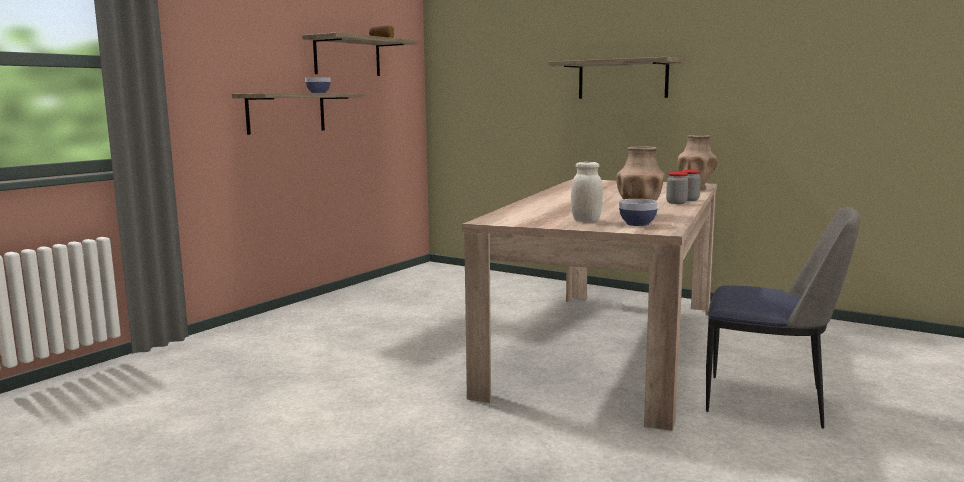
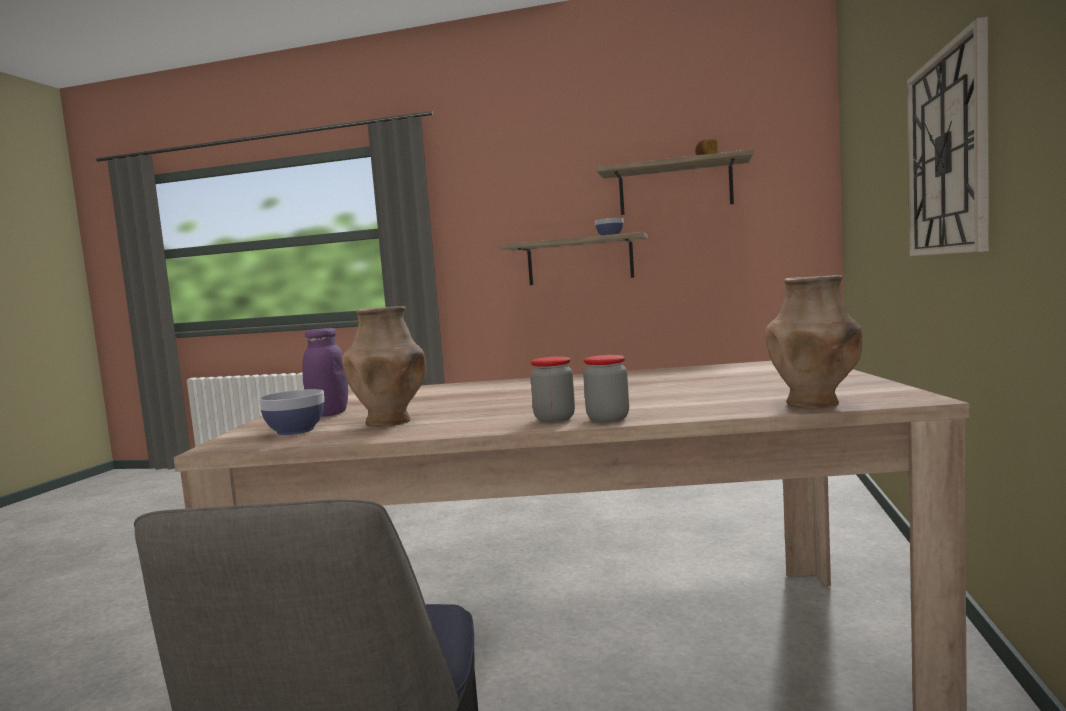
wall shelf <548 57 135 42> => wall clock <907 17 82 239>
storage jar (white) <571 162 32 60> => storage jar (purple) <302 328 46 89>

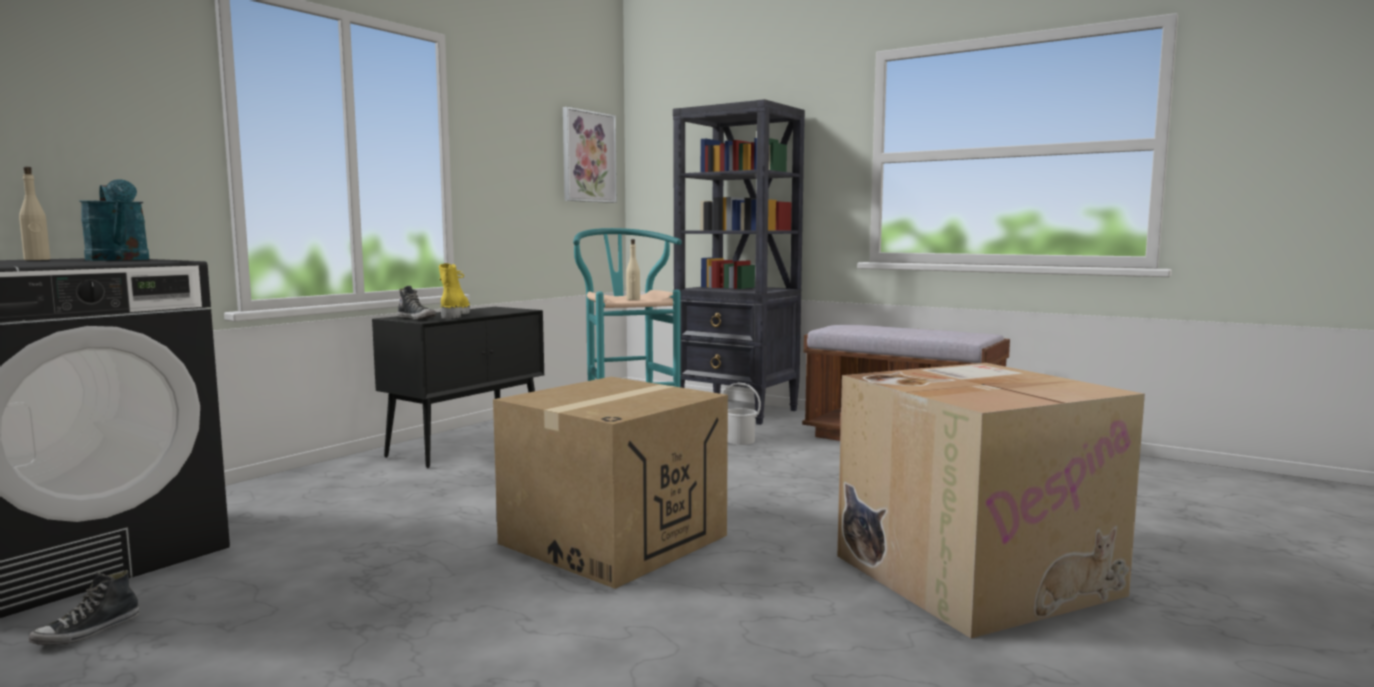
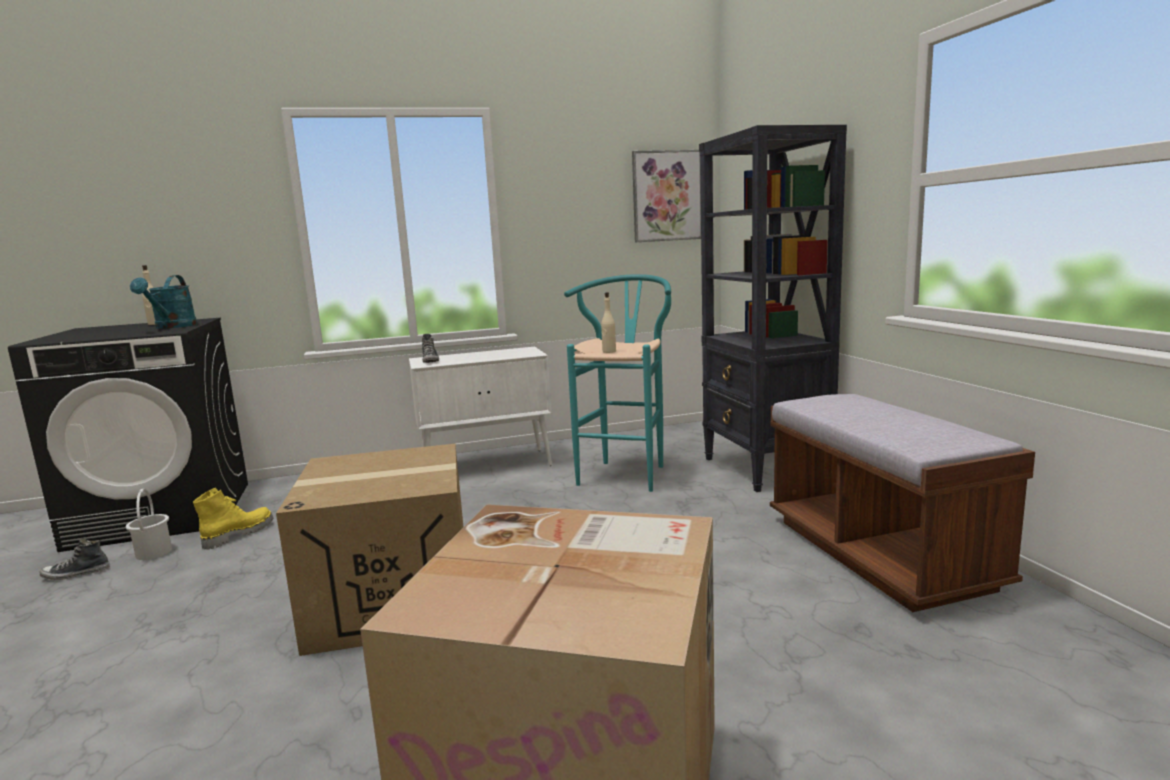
cabinet (black-coloured) <372 307 172 161> => cabinet (white) <409 347 143 119>
boot (yellowish) <439 263 31 56> => boot (yellowish) <193 488 80 61>, relocated
bucket (white) <723 382 38 63> => bucket (white) <126 489 46 71>, relocated

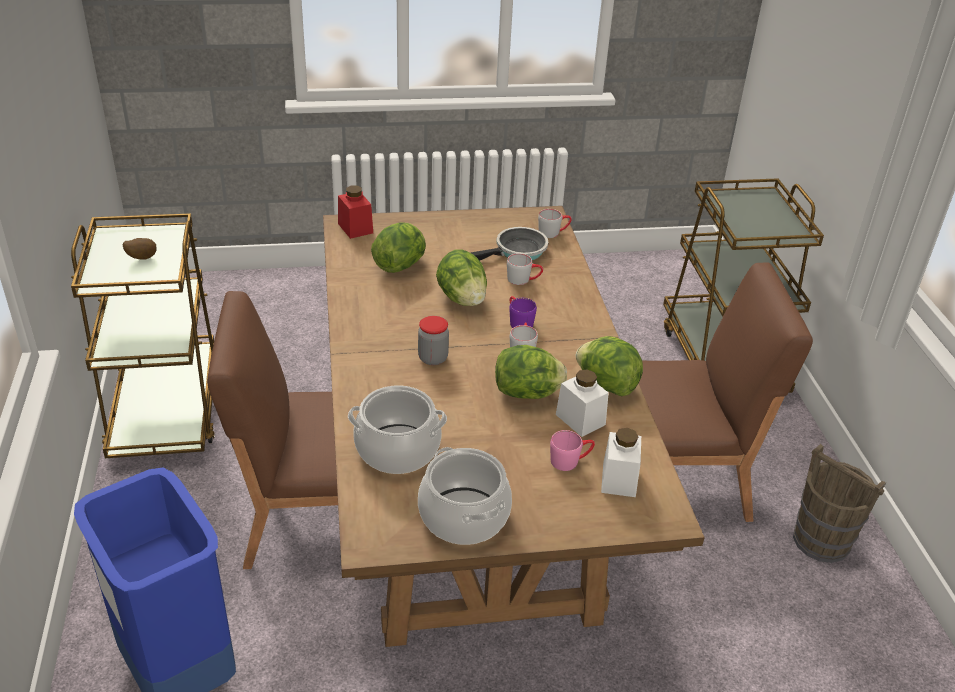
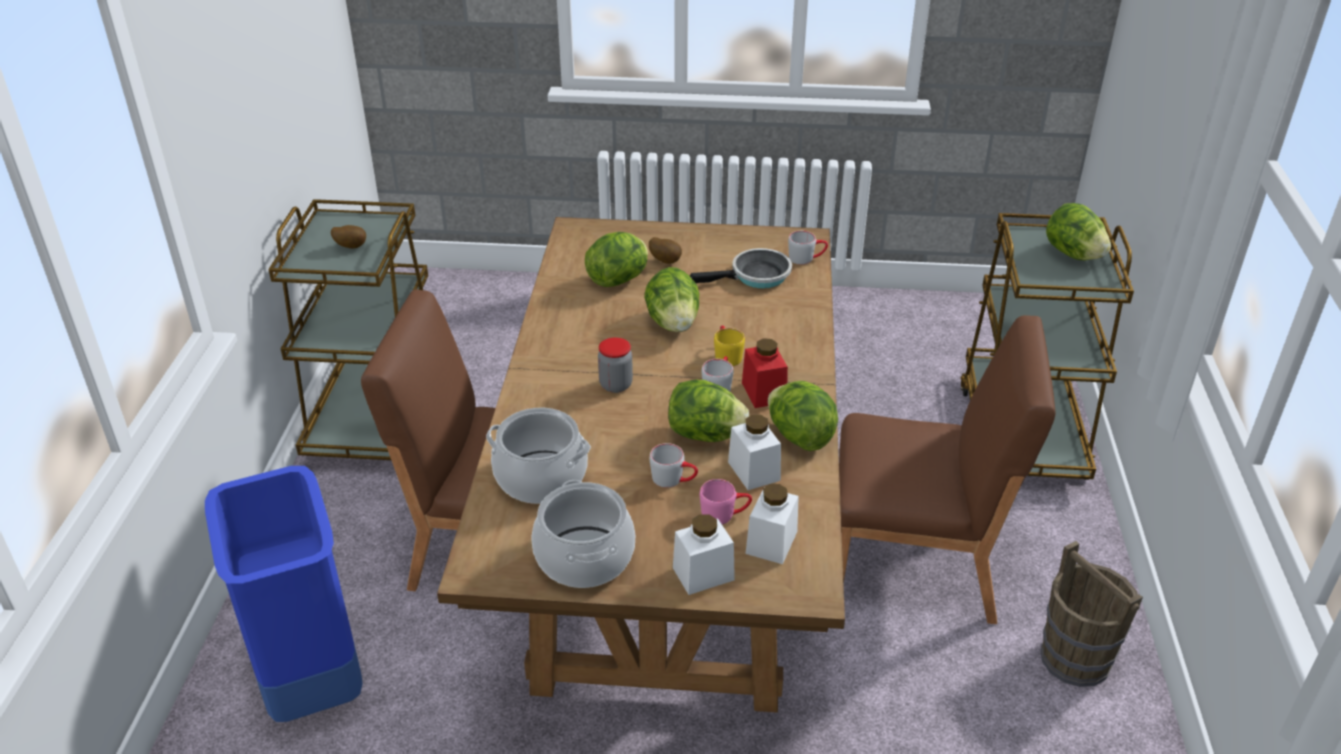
storage jar (red) <338 185 35 54> => storage jar (red) <742 338 46 70>, relocated
tea mug (greyish) <507 253 36 32> => tea mug (greyish) <649 443 49 45>, relocated
tea mug (purple) <509 296 28 32> => tea mug (yellowish) <714 325 31 41>
nothing => potato <649 237 33 27>
nothing => storage jar (white) <673 514 62 81>
nothing => lettuce head <1046 203 65 57>

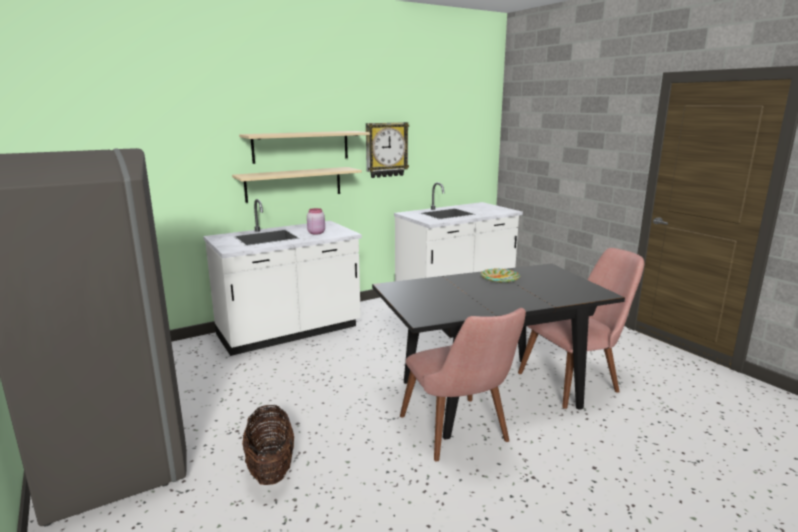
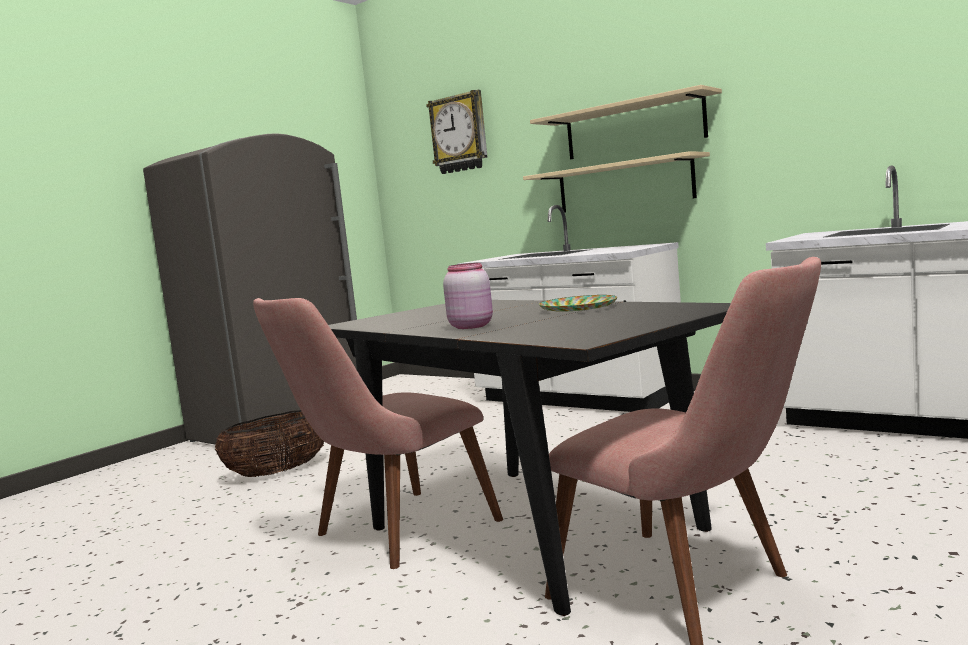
storage jar (pink-coloured) <307 208 18 27> => storage jar (pink-coloured) <443 263 50 66>, relocated
wall clock <366 122 43 56> => wall clock <426 90 62 84>, relocated

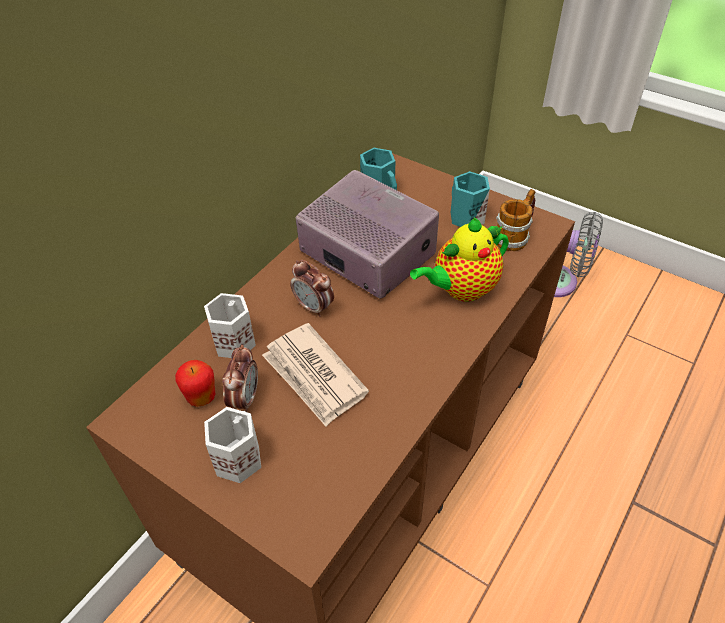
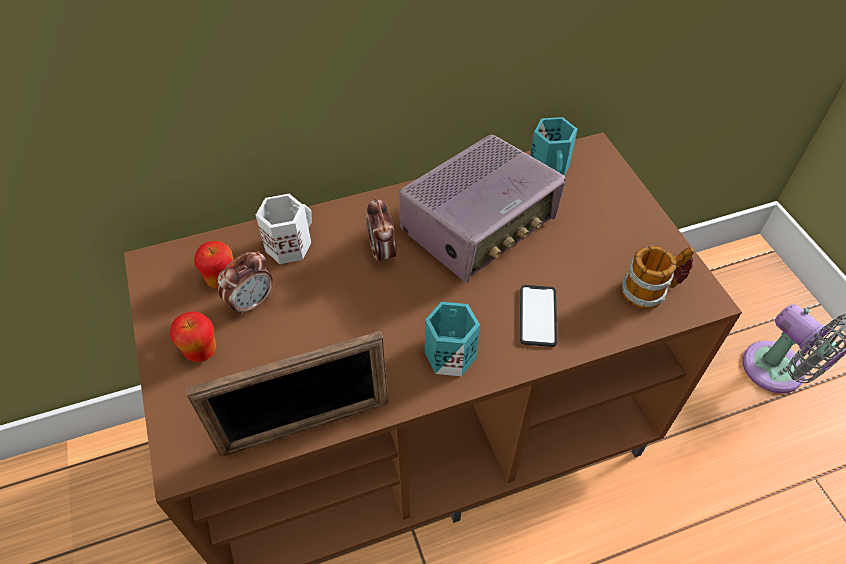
tea mug (white) <204 407 57 76> => apple fruit <169 311 48 51>
newspaper <262 323 107 103> => nothing
radio receiver <296 170 143 129> => radio receiver <399 134 167 149>, 60 degrees clockwise
tea pot <410 217 99 85> => telephone <520 285 37 62>
tea mug (turquoise-coloured) <451 171 39 56> => tea mug (turquoise-coloured) <425 302 55 74>, relocated
nothing => photo frame <185 331 203 126>

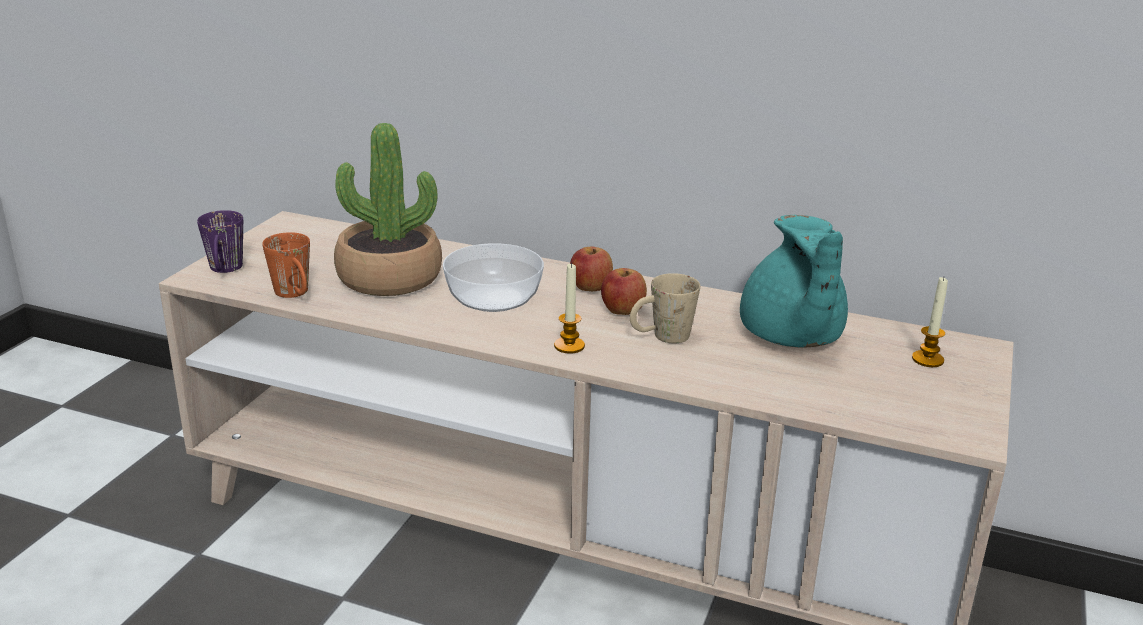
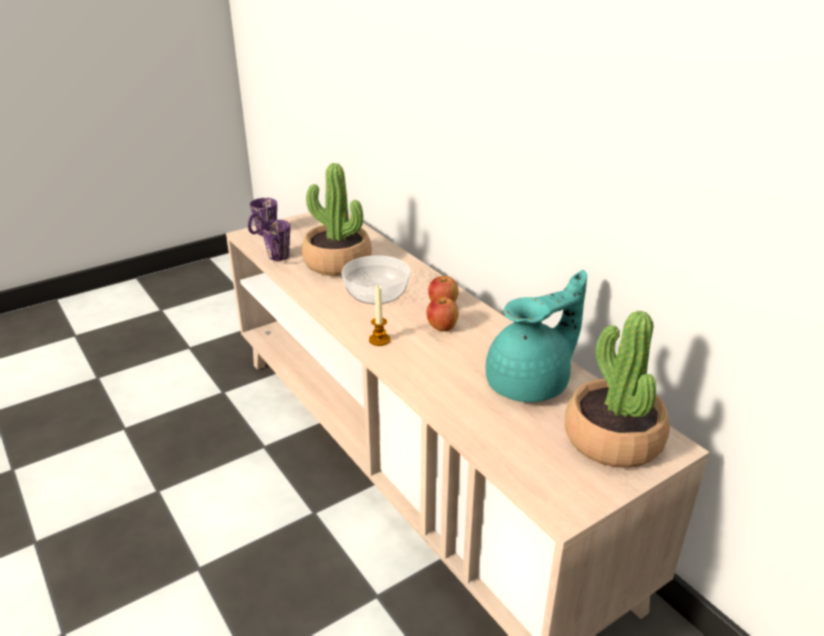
tea mug (orange-coloured) <262 232 48 66> => tea mug (purple) <261 220 29 41>
tea mug (beige) <630 273 70 70> => nothing
tea pot (turquoise-coloured) <740 215 108 132> => tea pot (turquoise-coloured) <486 270 101 132>, 150 degrees counterclockwise
wax candle <912 277 36 90> => potted plant <565 311 105 157>

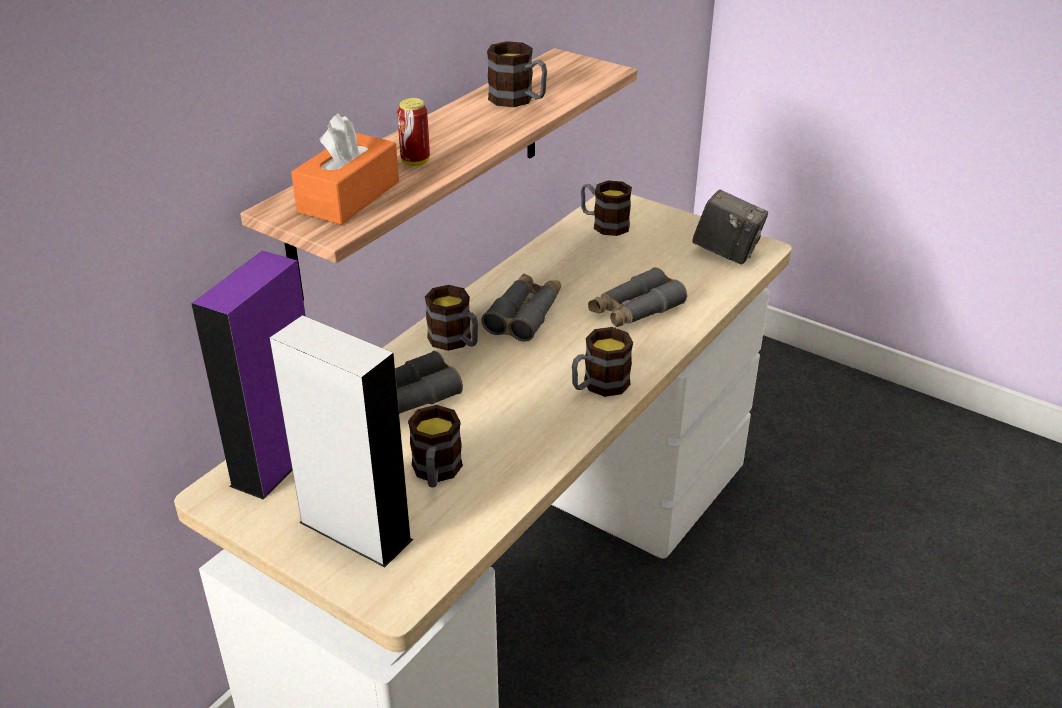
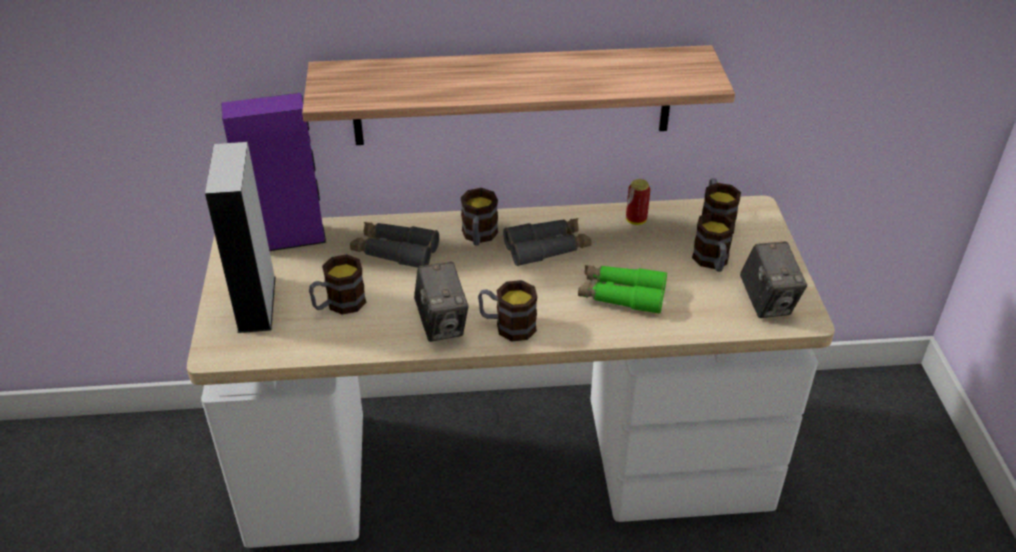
box of tissues (orange-coloured) <291 113 108 112> => nothing
sealed can <397 98 33 68> => sealed can <626 179 24 46>, relocated
tea mug <487 41 60 66> => tea mug <692 212 43 60>, relocated
field glasses (greyish) <588 267 99 61> => field glasses (green) <578 265 89 49>
nothing => still camera <414 262 55 80>

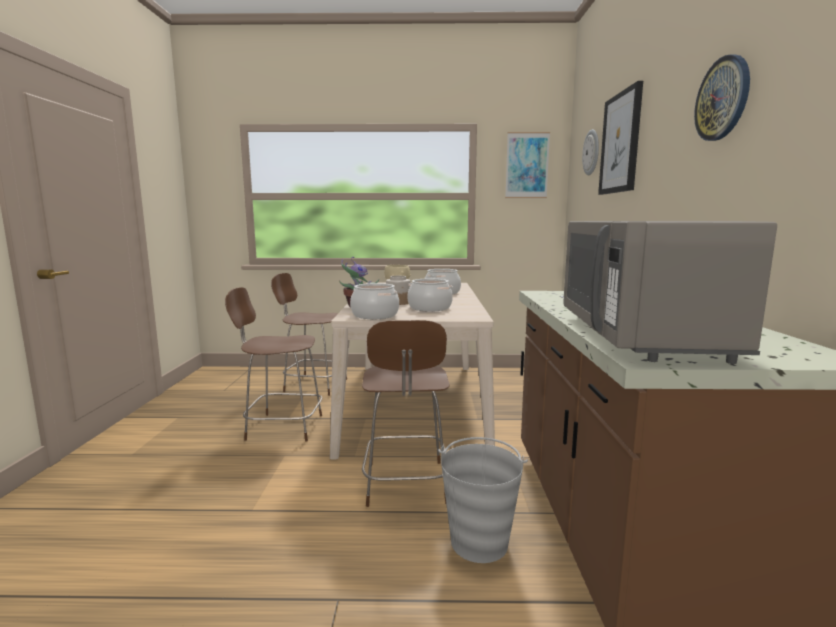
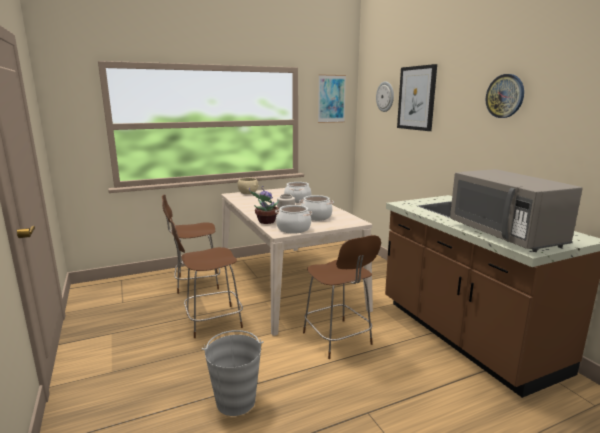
bucket (greyish) <438 437 90 126> => bucket (greyish) <202 330 62 86>, relocated

